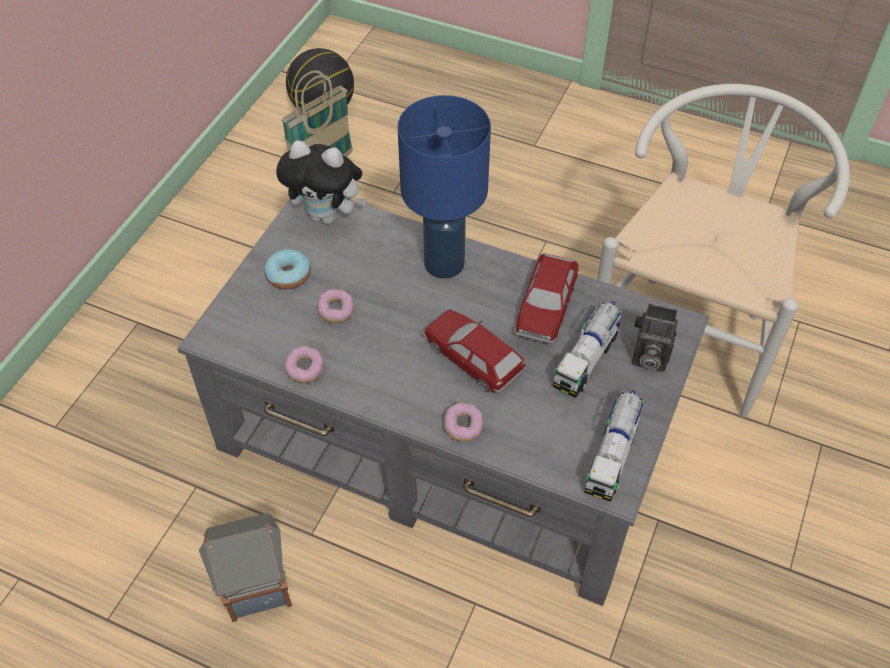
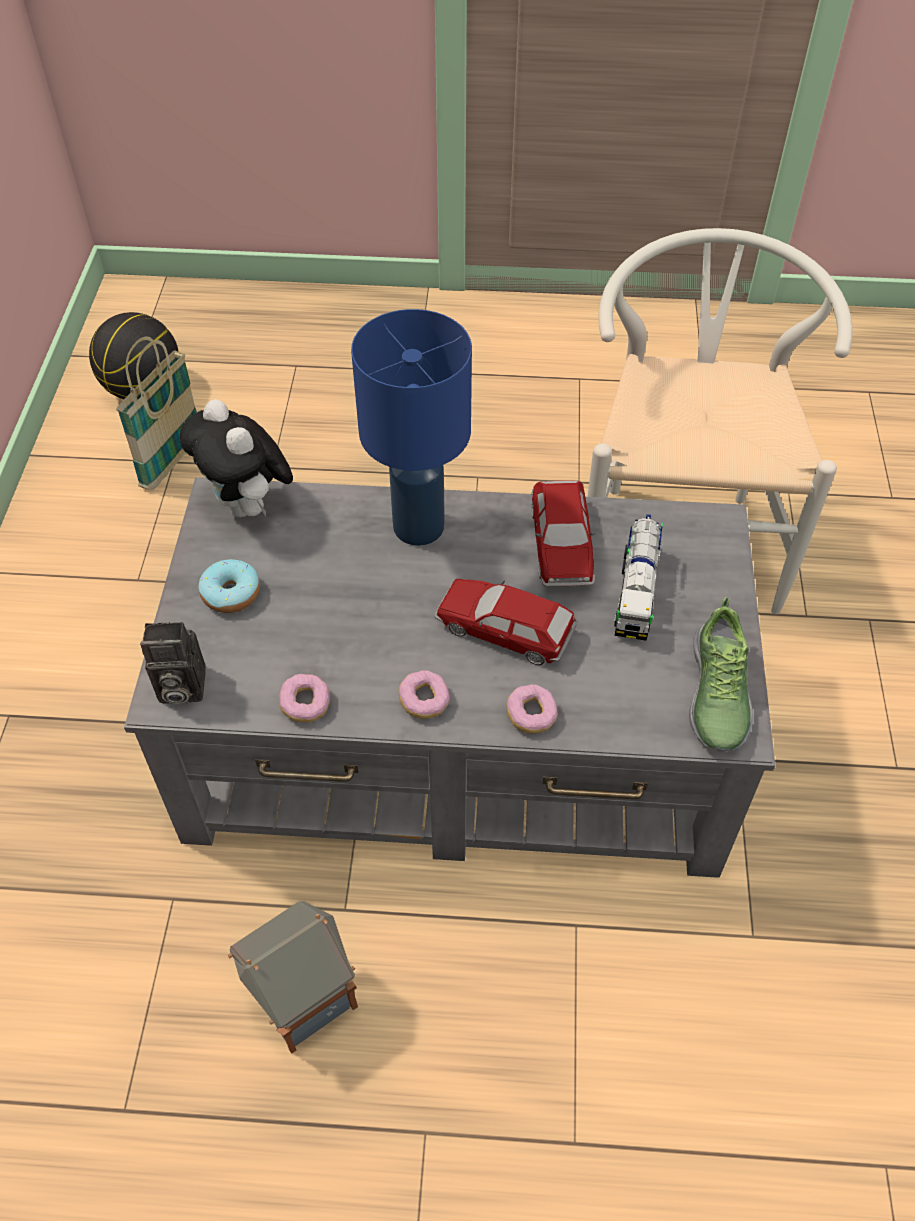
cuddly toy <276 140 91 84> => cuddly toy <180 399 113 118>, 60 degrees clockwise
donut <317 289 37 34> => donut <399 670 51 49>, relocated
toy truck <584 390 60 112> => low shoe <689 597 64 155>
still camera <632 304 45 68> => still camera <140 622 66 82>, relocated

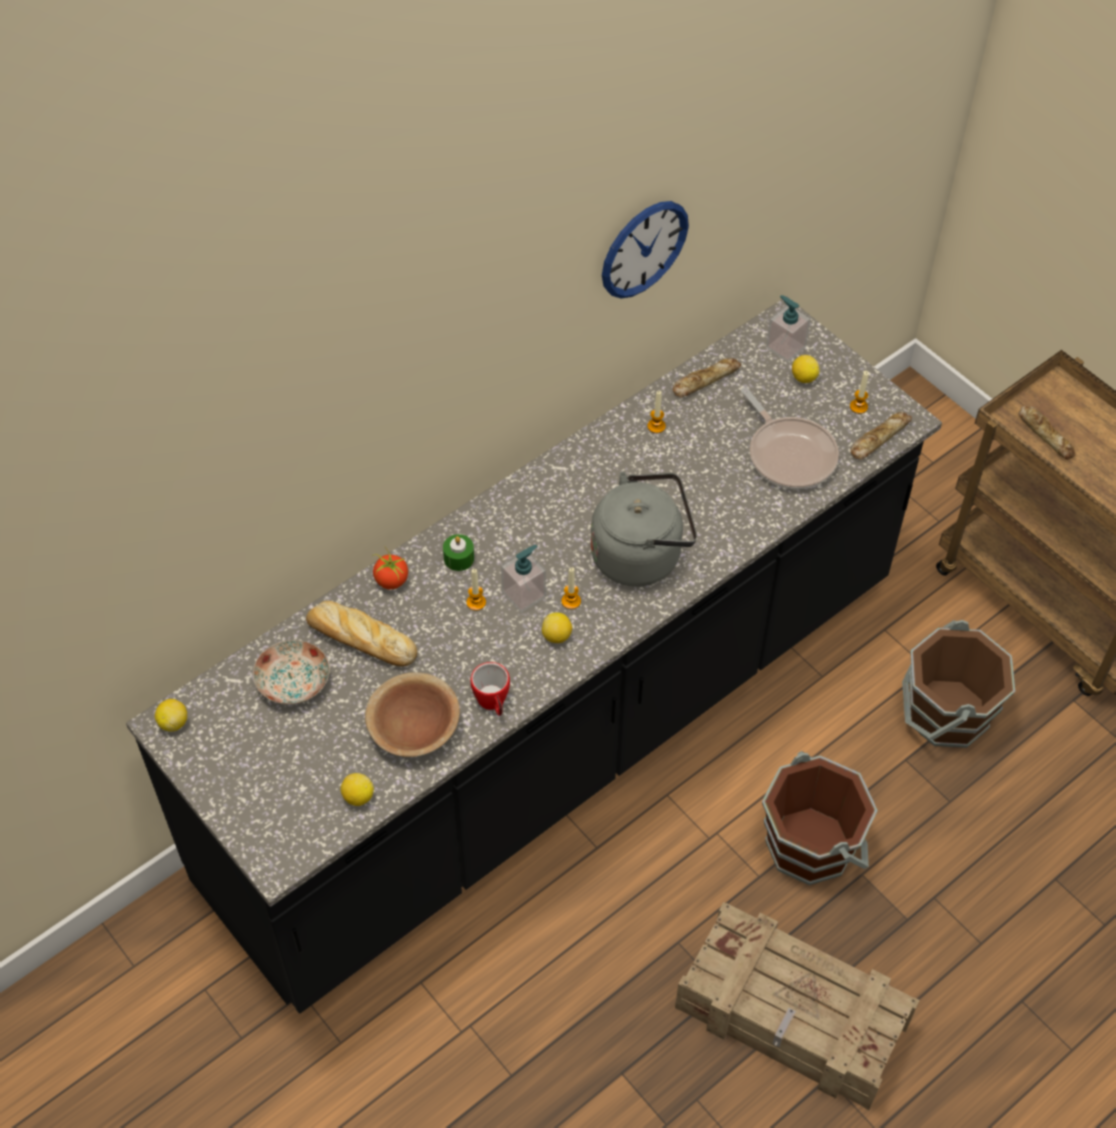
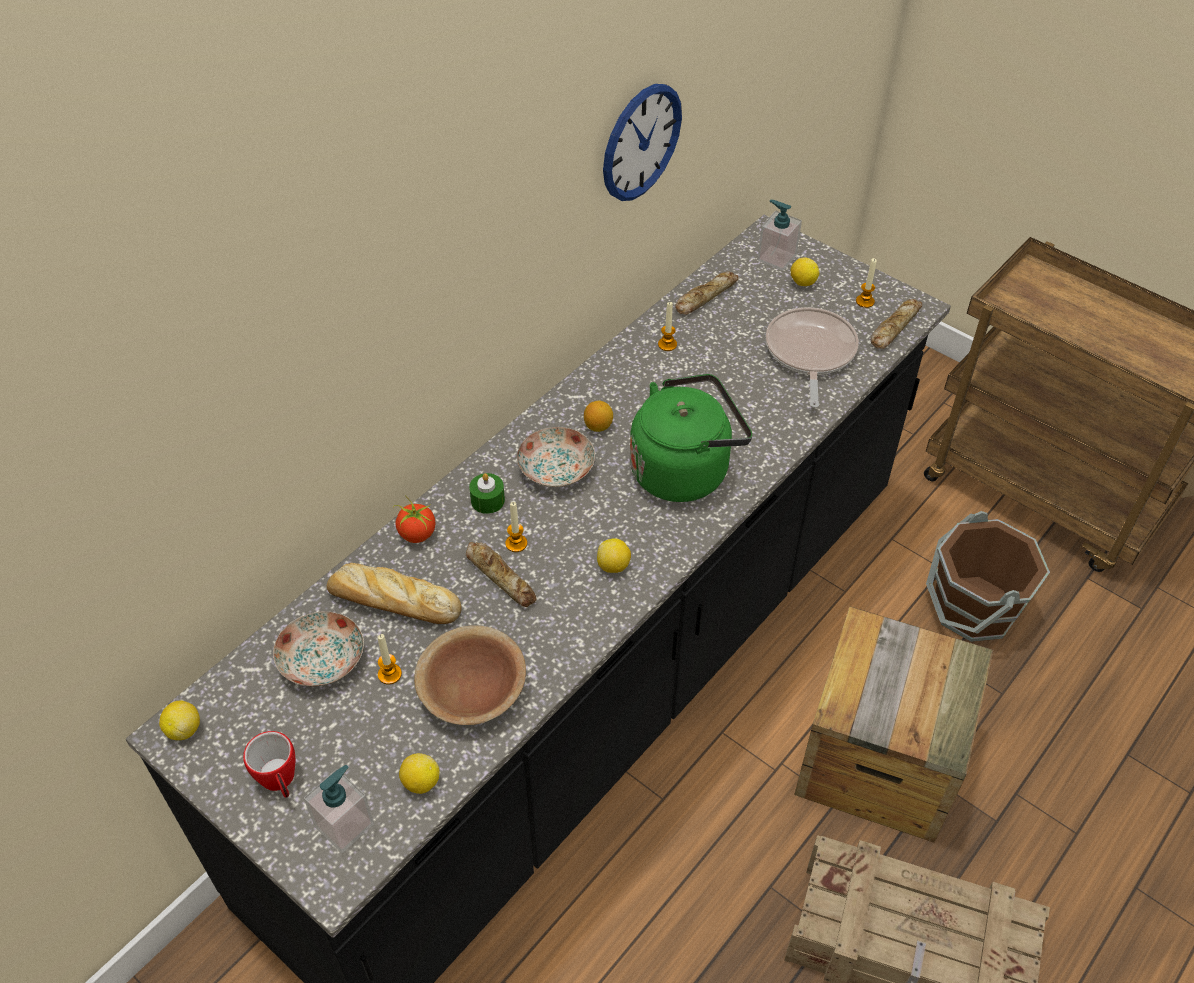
tea mug <471 662 39 54> => tea mug <243 731 53 67>, relocated
liquid soap bottle <501 545 45 68> => liquid soap bottle <304 765 70 88>, relocated
wax candle <561 567 20 42> => wax candle <378 634 24 50>, relocated
tea kettle (greyish) <591 472 106 115> => tea kettle (green) <630 374 122 128>
frying pan <741 387 98 102> => frying pan <766 307 93 101>, 135 degrees counterclockwise
bucket (brown-coloured) <762 751 116 134> => crate <794 606 199 237>
bread <1018 405 58 55> => bread <466 542 71 65>, relocated
nothing => dinner plate <517 427 78 60>
nothing => lemon <584 401 29 31>

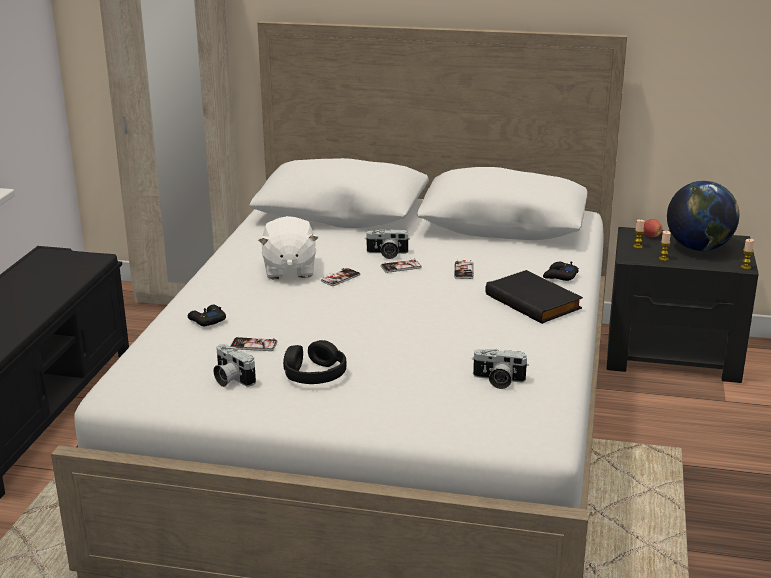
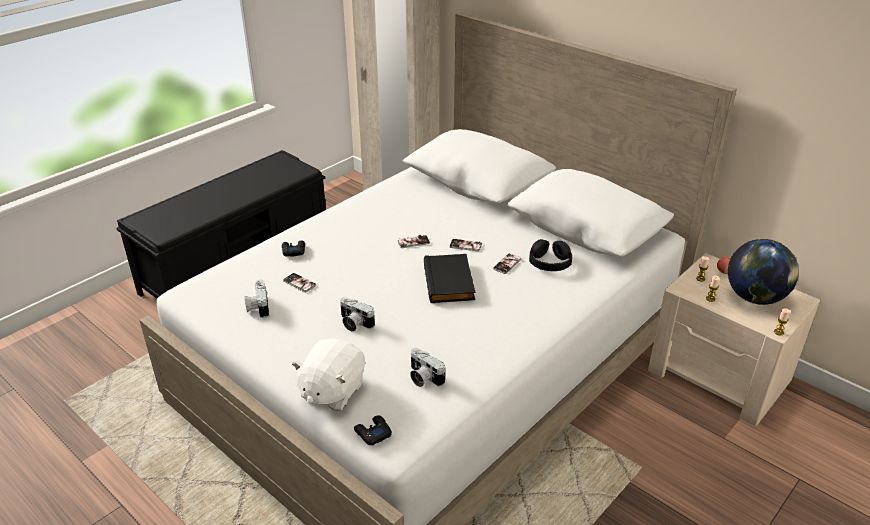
cuddly toy (white) <258 216 61 63> => cuddly toy (white) <292 339 73 72>, relocated
headset (black-coloured) <283 340 64 44> => headset (black-coloured) <529 239 43 32>, relocated
still camera <366 229 44 30> => still camera <340 297 35 34>, relocated
volume (black-coloured) <485 270 98 54> => volume (black-coloured) <424 254 51 49>, relocated
gamepad (black-coloured) <543 261 36 20> => gamepad (black-coloured) <354 415 38 31>, relocated
night table (black-coloured) <607 227 152 156> => night table (beige) <648 253 172 173>

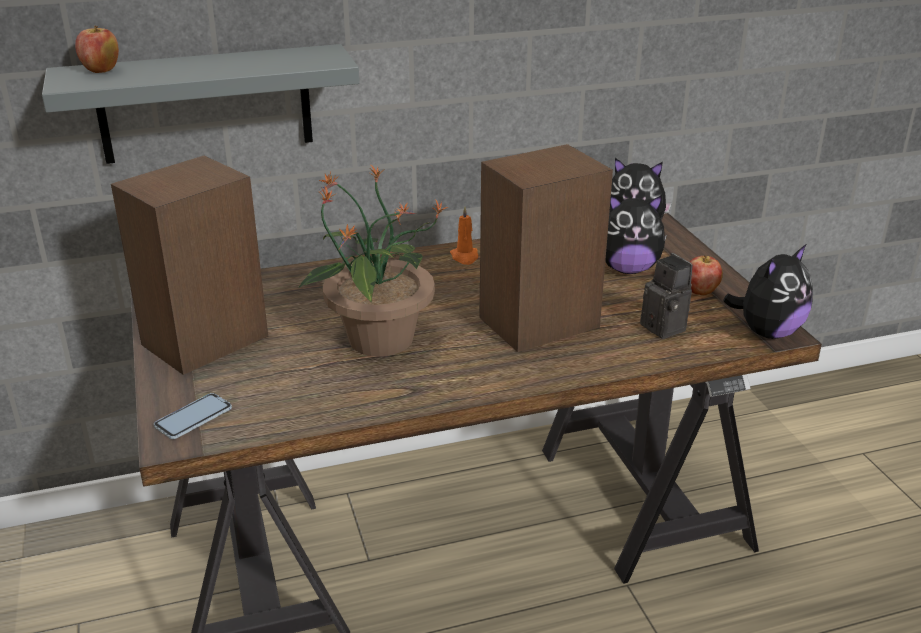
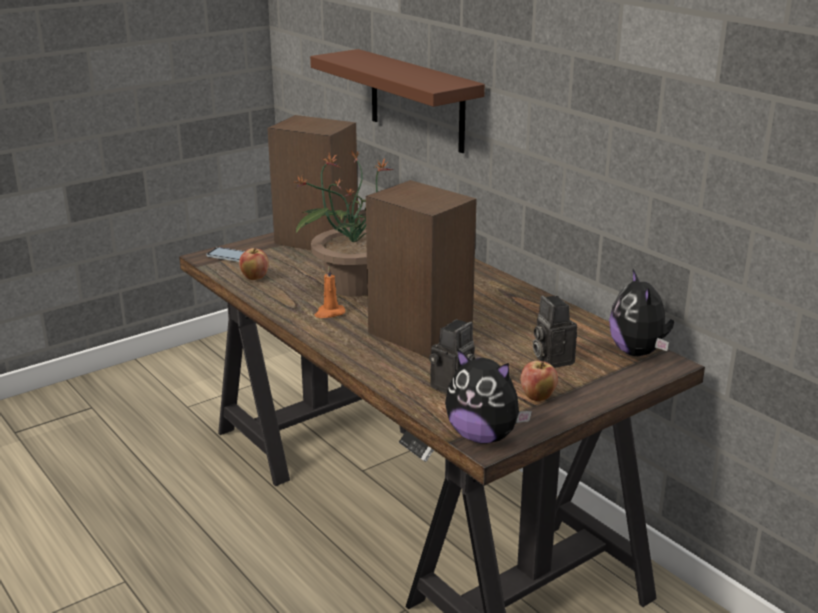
wall shelf (greyish) <42 44 318 120> => wall shelf (brown-coloured) <310 49 175 104>
apple fruit <75 26 44 47> => apple fruit <239 248 30 32>, relocated
wax candle (orange-coloured) <450 206 29 59> => wax candle (orange-coloured) <315 266 30 52>, relocated
cuddly toy <605 195 62 79> => still camera <533 295 44 73>

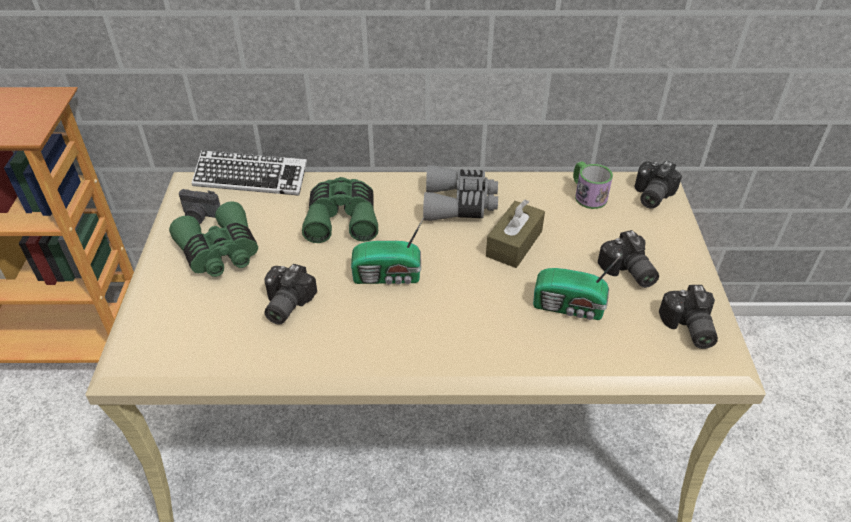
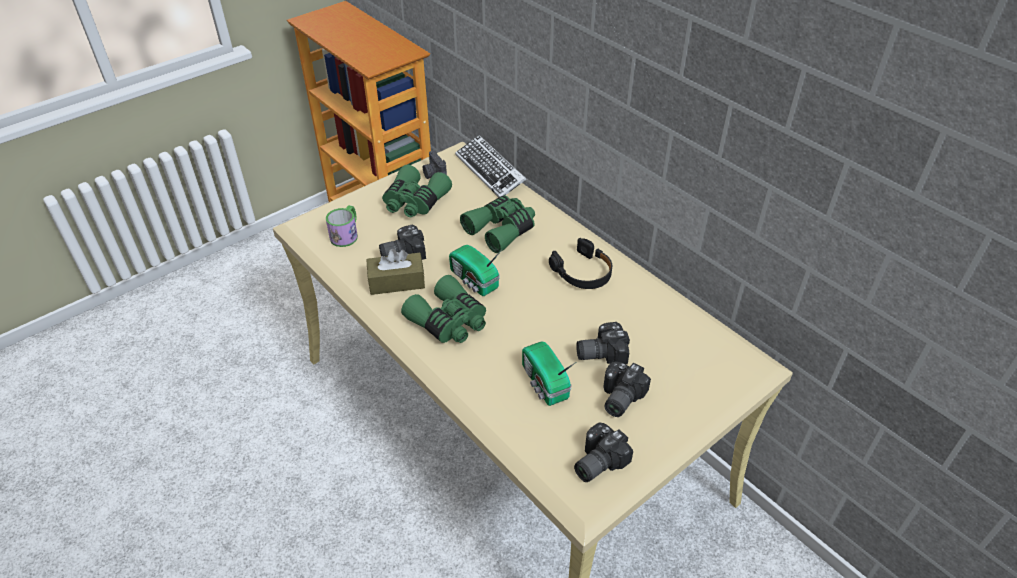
field glasses (greyish) <423 165 75 56> => headset (black-coloured) <549 238 63 51>
box of tissues (brown-coloured) <486 200 59 68> => box of tissues (brown-coloured) <366 249 59 46>, relocated
tea mug <573 161 40 48> => tea mug <326 205 32 42>, relocated
still camera <634 161 48 48> => still camera <576 322 54 43>, relocated
nothing => field glasses (green) <401 275 85 68>

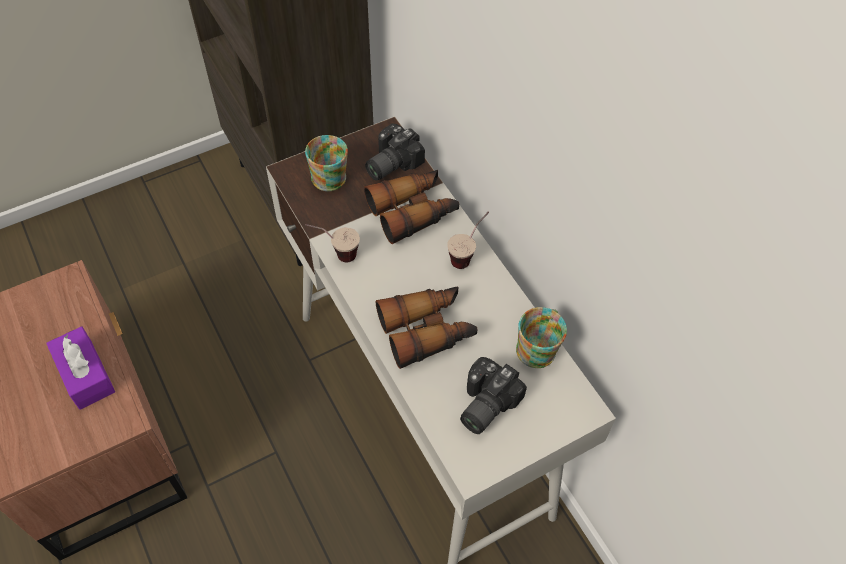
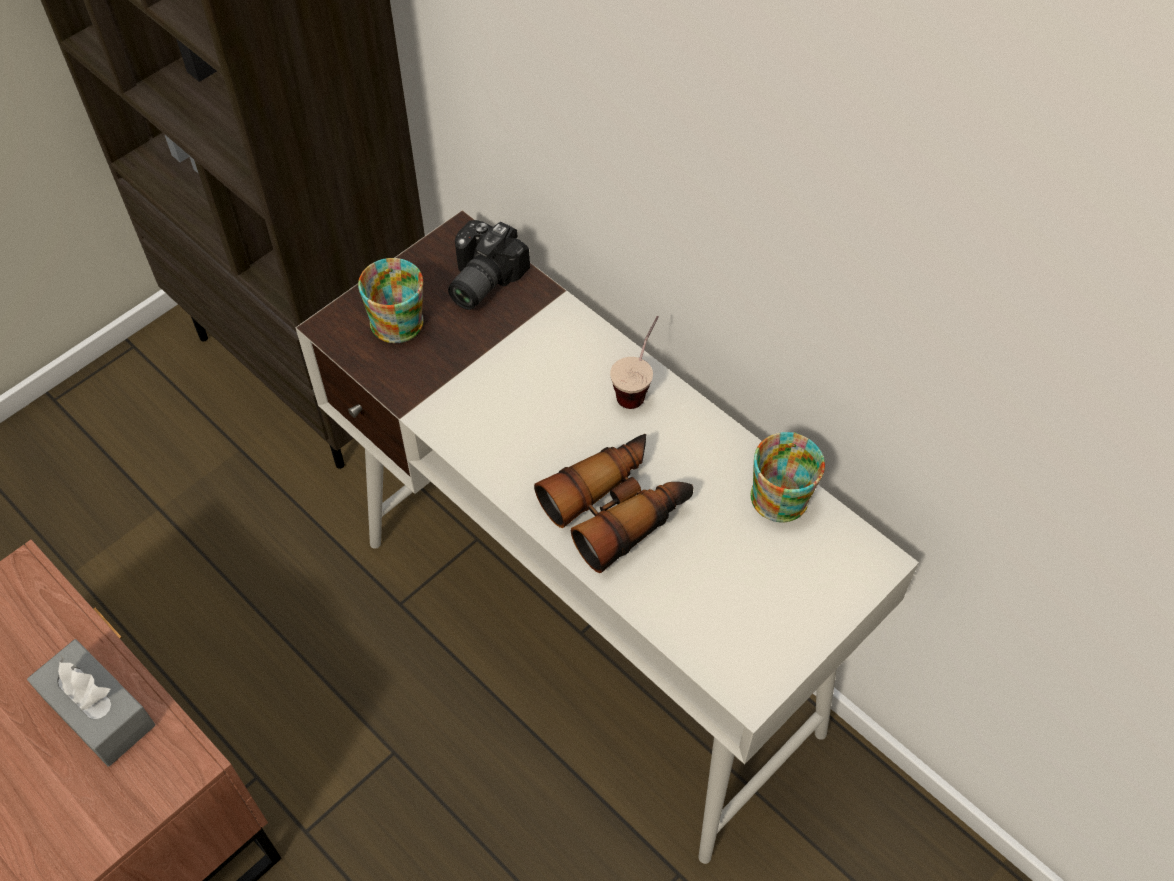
box of tissues (purple) <46 326 69 84> => box of tissues (greyish) <27 639 128 127>
cup <305 224 55 38> => nothing
field glasses <364 170 95 74> => nothing
still camera <460 357 67 77> => nothing

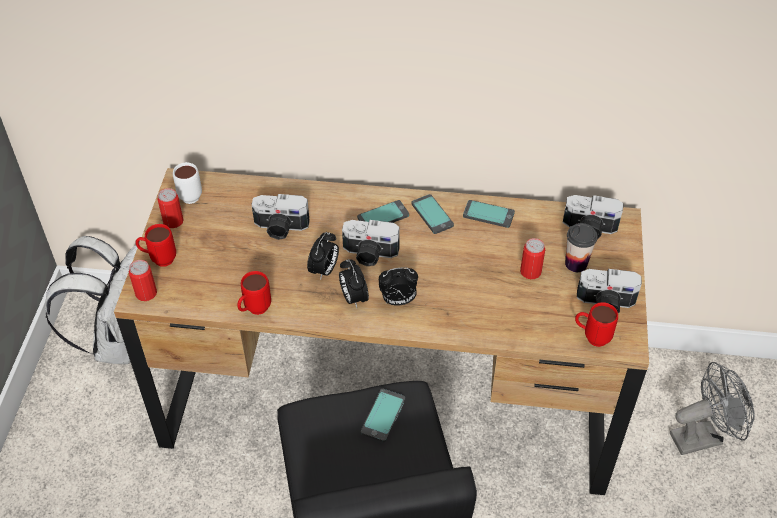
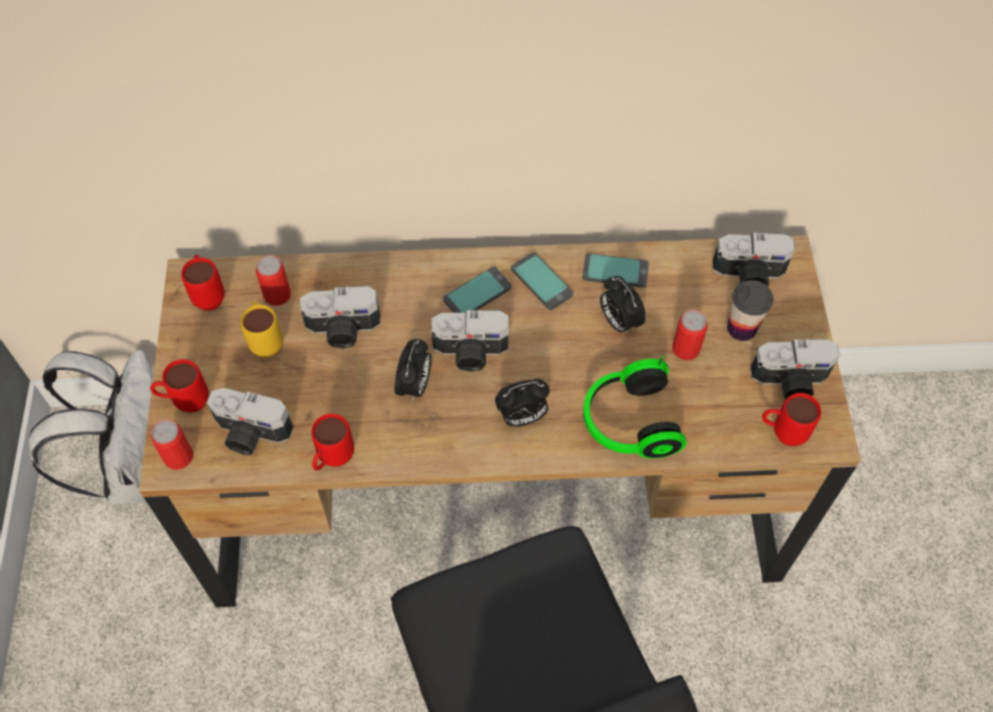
sealed can <157 188 26 40> => sealed can <256 255 35 51>, relocated
tea mug (white) <173 162 29 42> => tea mug (red) <181 255 44 56>
table clock <339 259 30 49> => table clock <600 276 46 60>, relocated
telephone <361 389 44 53> => nothing
cooling fan (greyish) <670 362 85 93> => nothing
nothing => still camera <207 388 87 67>
nothing => tea mug (yellowish) <240 301 43 57>
nothing => headset <583 355 104 103>

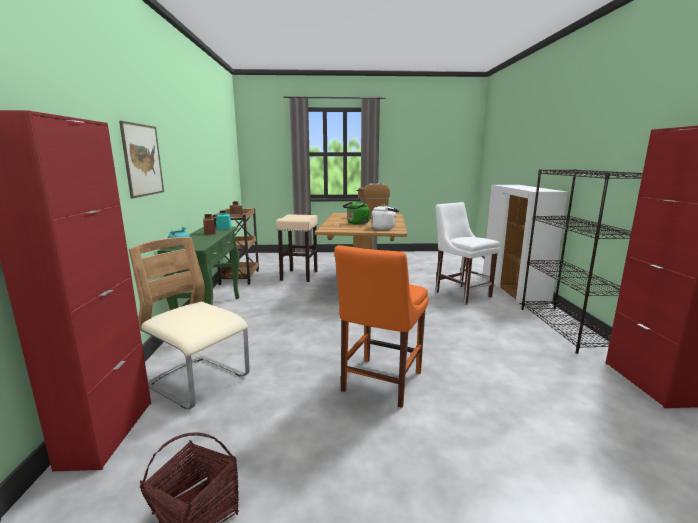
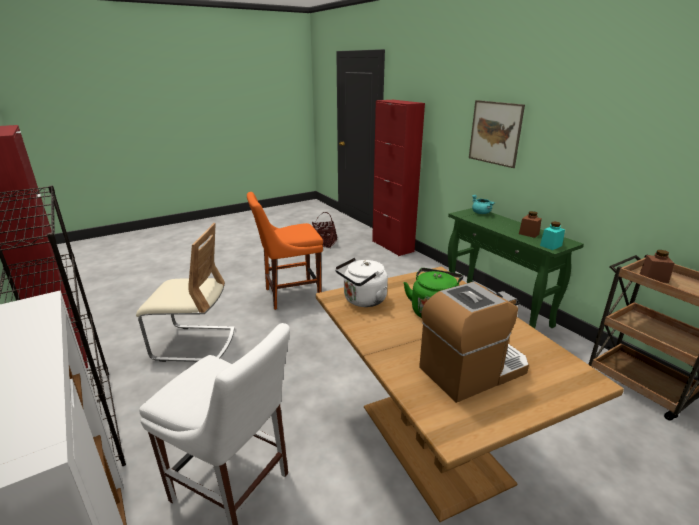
plain chair (beige) <129 237 121 173> => plain chair (beige) <136 223 99 139>, relocated
stool seat (beige) <276 214 42 68> => nothing
plain chair (orange-coloured) <334 245 95 163> => plain chair (orange-coloured) <247 192 76 118>, 105 degrees counterclockwise

